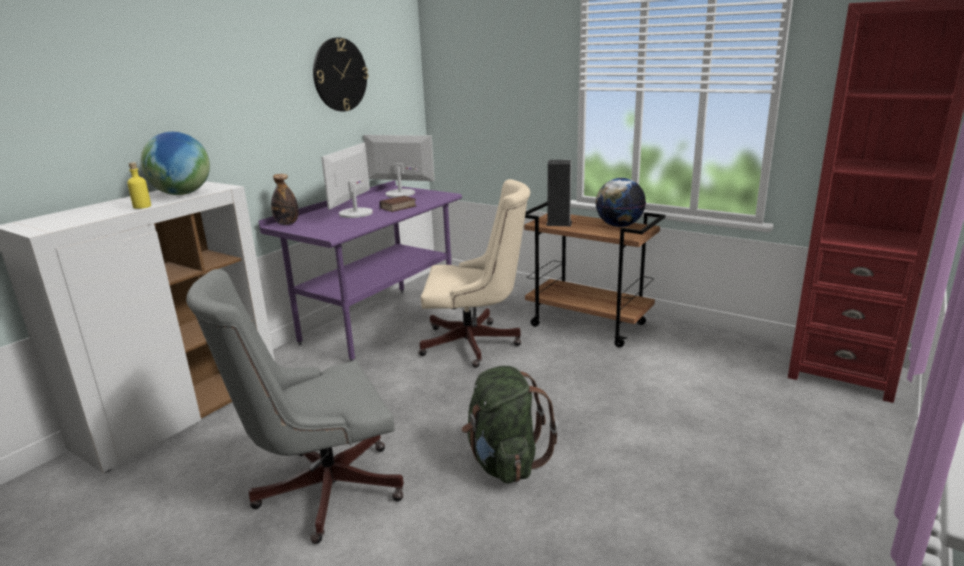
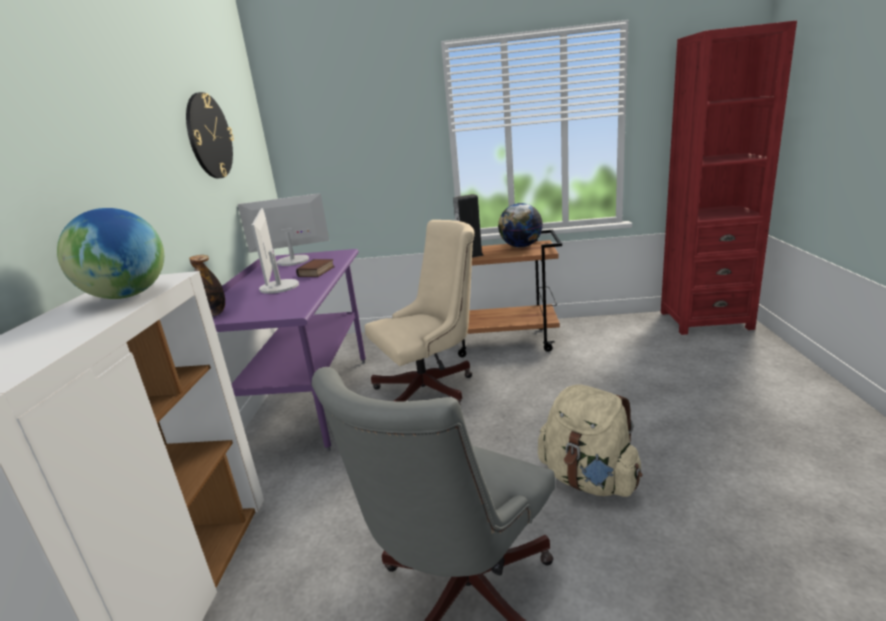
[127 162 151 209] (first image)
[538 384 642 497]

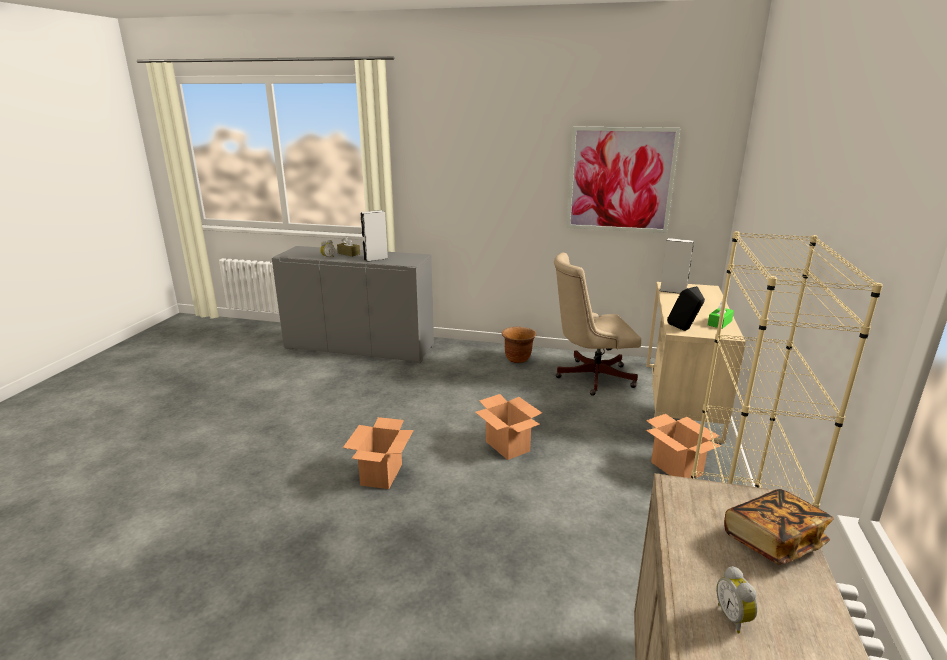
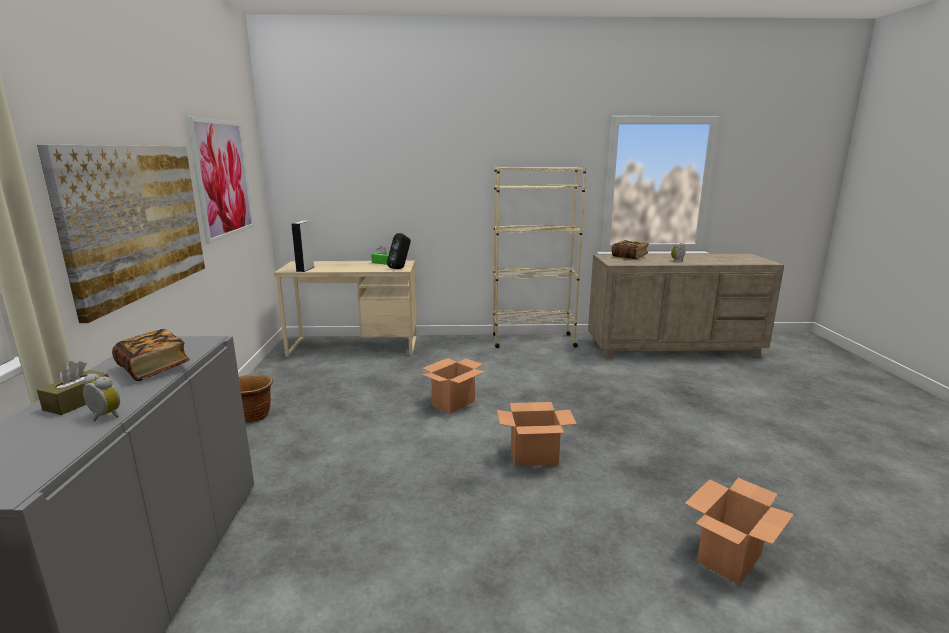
[112 329 190 381]
[554 253 641 396] (first image)
[684 478 794 585]
[37 145 205 323]

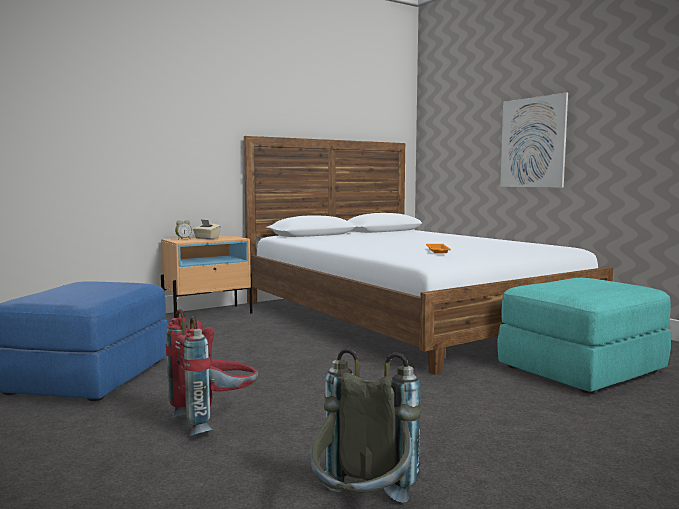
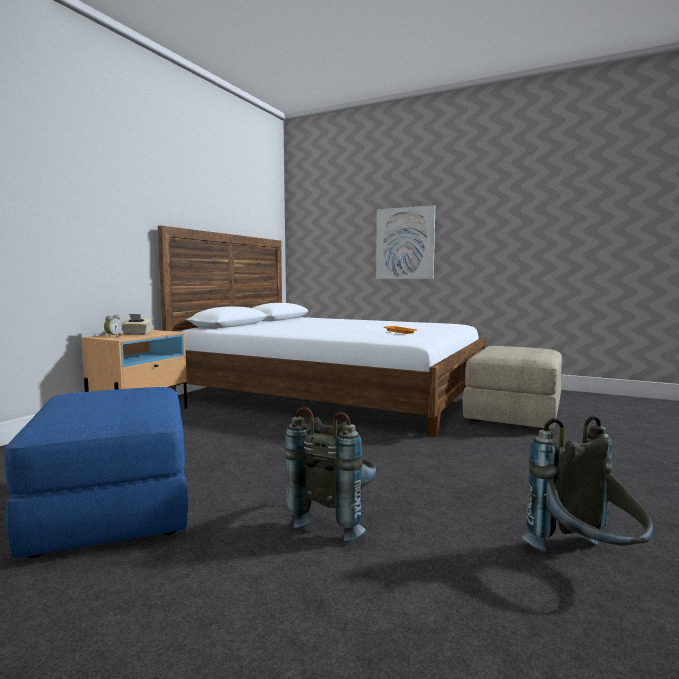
[463 346 562 430]
[285 407 376 541]

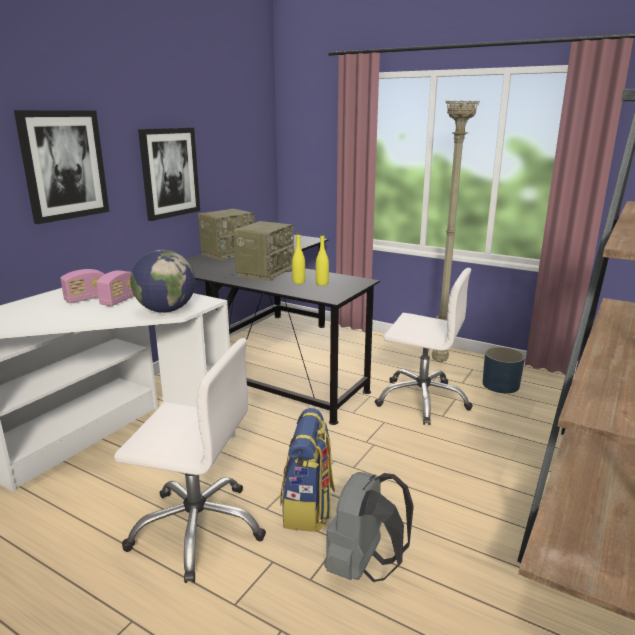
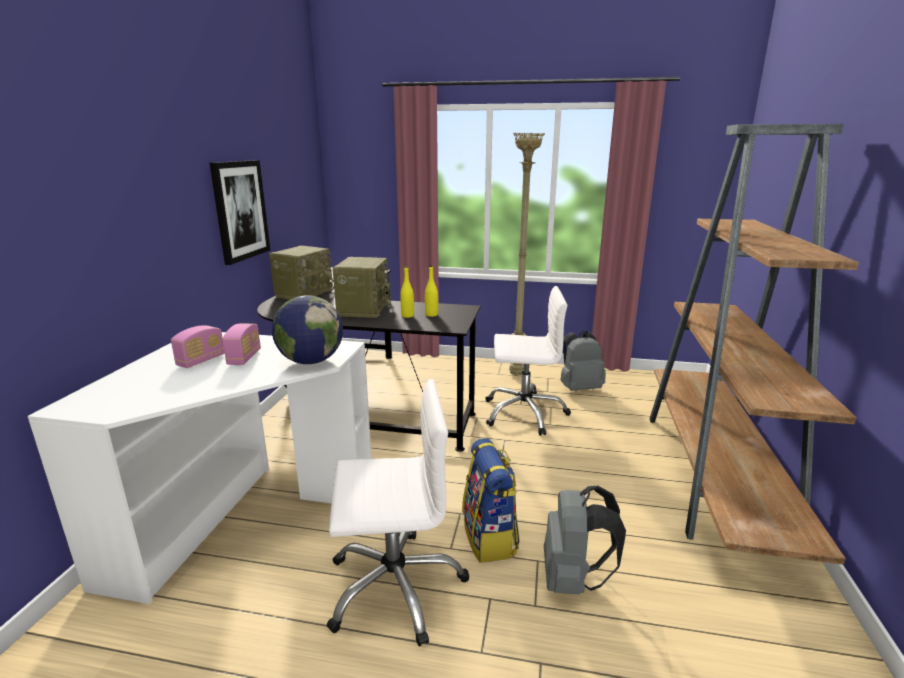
[14 110 109 224] (first image)
[560 331 606 391]

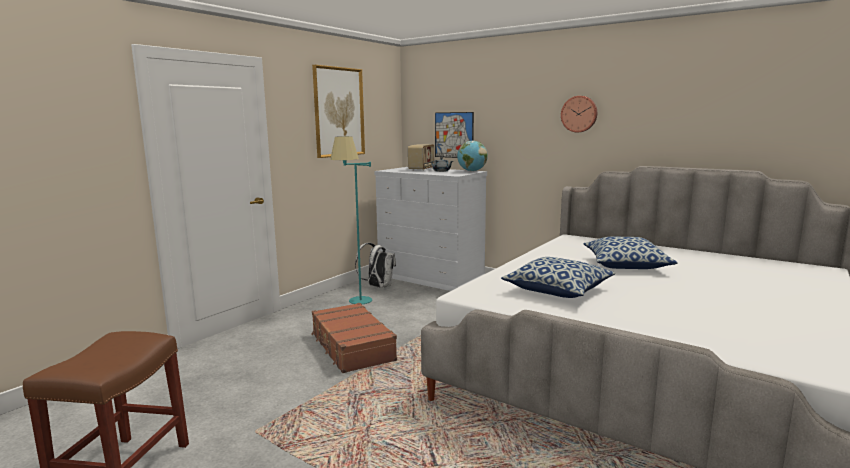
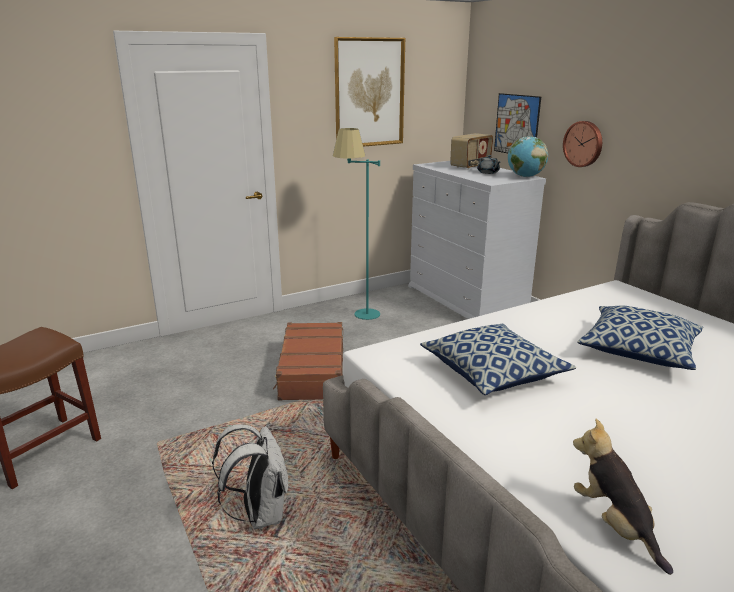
[563 121 602 167]
[212 424 288 529]
[573 419 673 575]

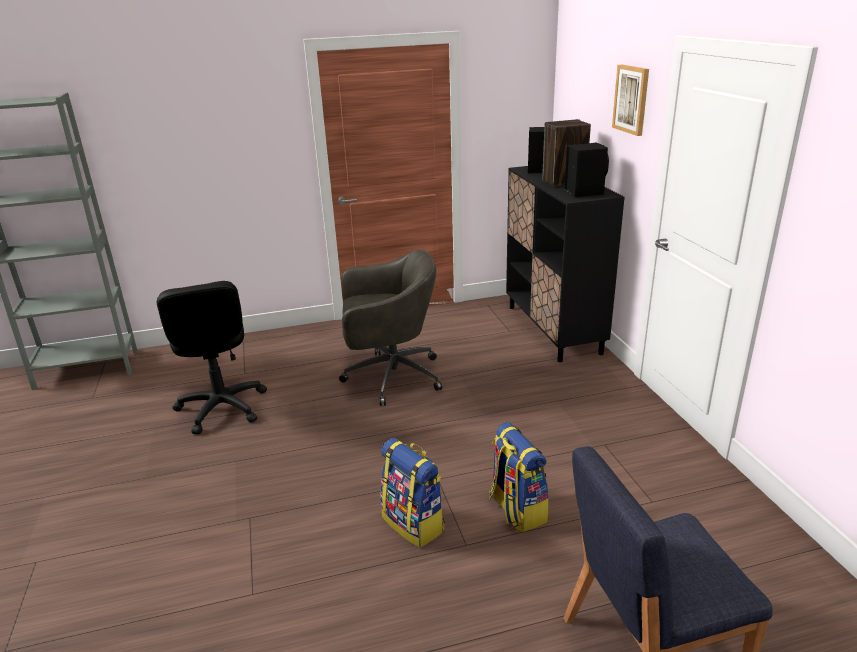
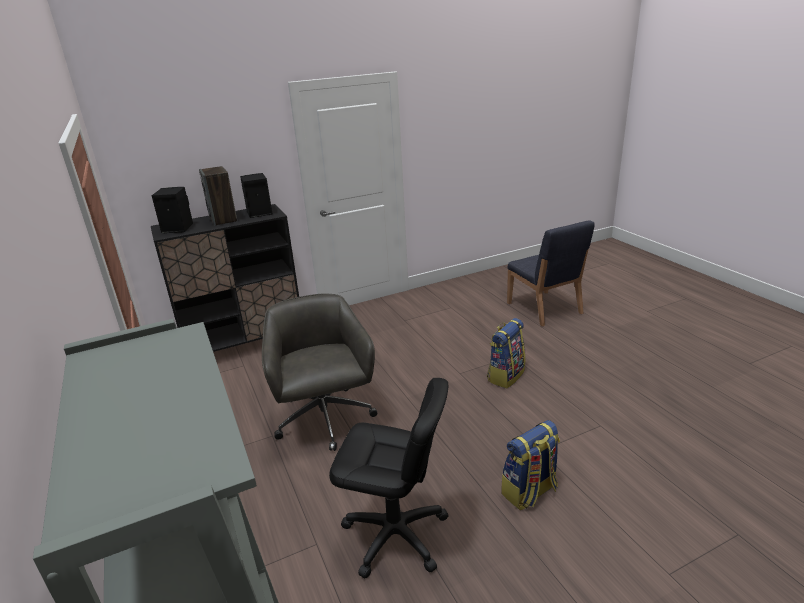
[612 65 649 136] (first image)
[329 378 449 578]
[501 420 560 510]

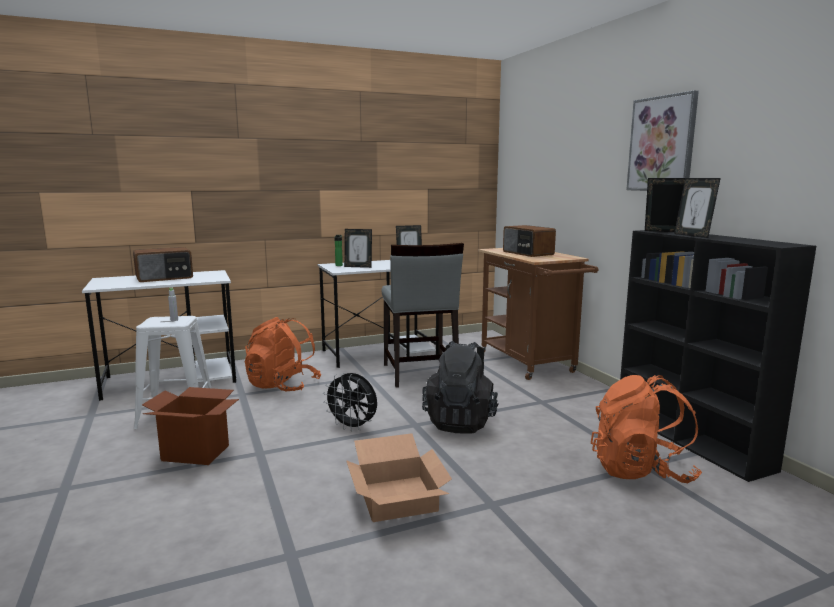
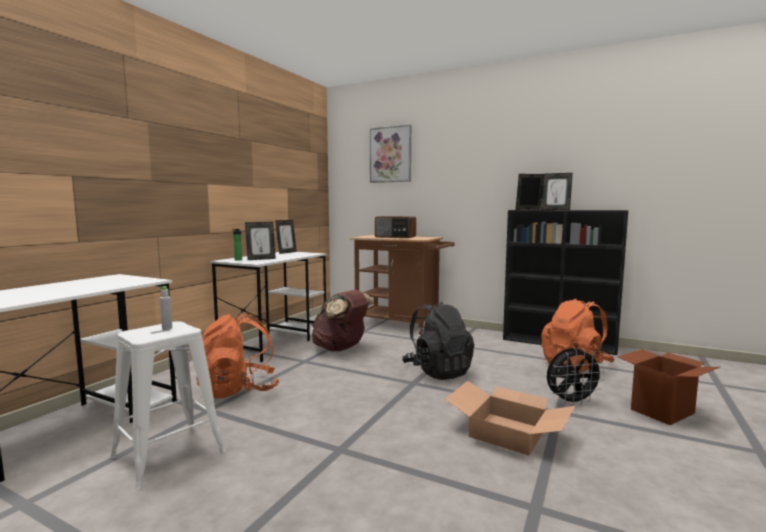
[370 125 411 183]
[312 290 374 351]
[133 247 193 282] (first image)
[547 348 605 406]
[618 349 720 425]

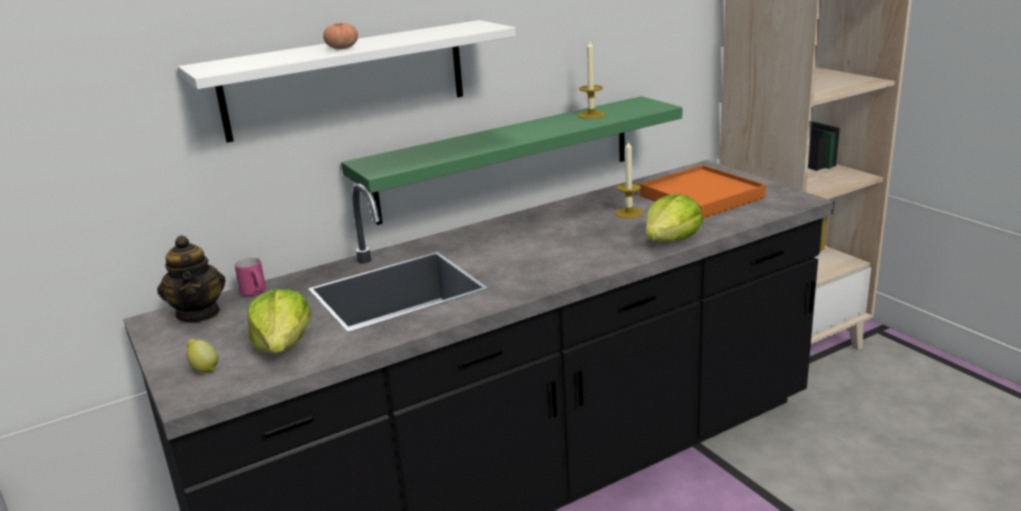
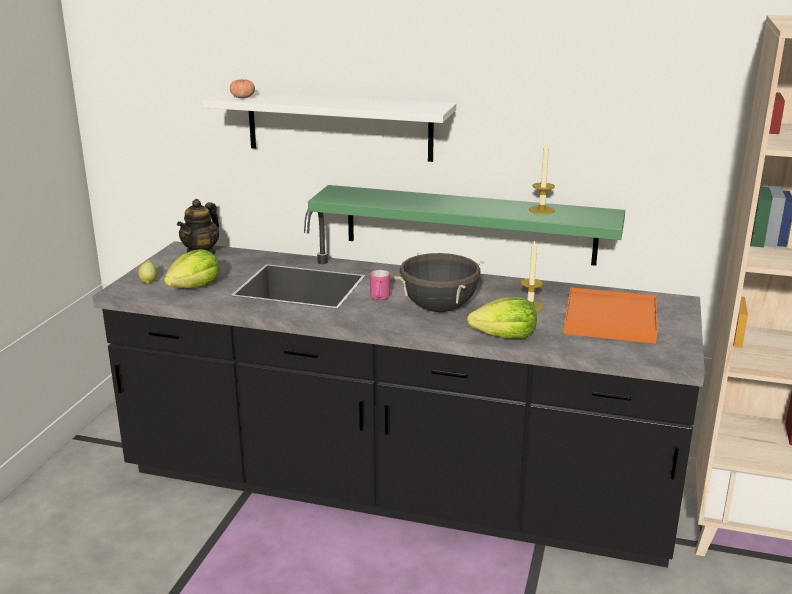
[230 79 255 98]
[370 270 390 300]
[394 253 484 312]

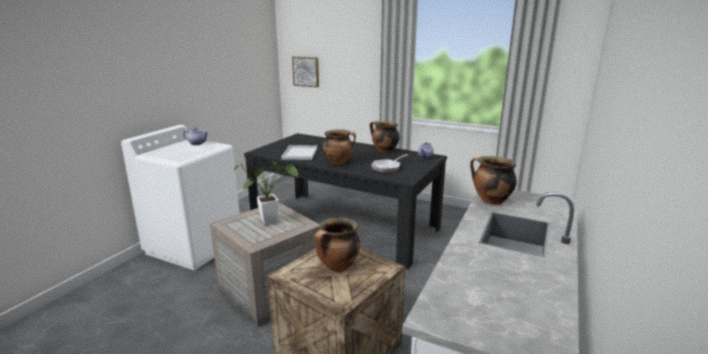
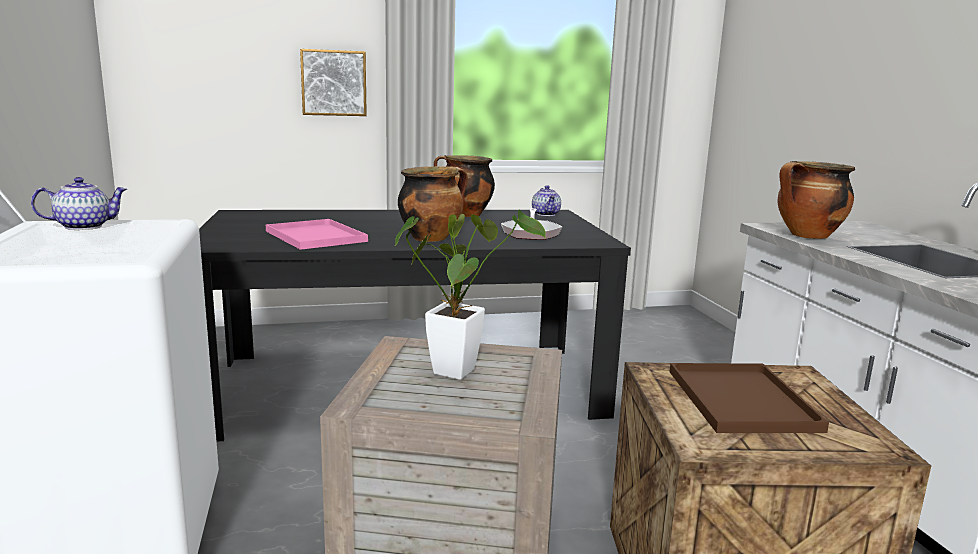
[300 49 367 116]
[266 219 368 250]
[669 363 829 433]

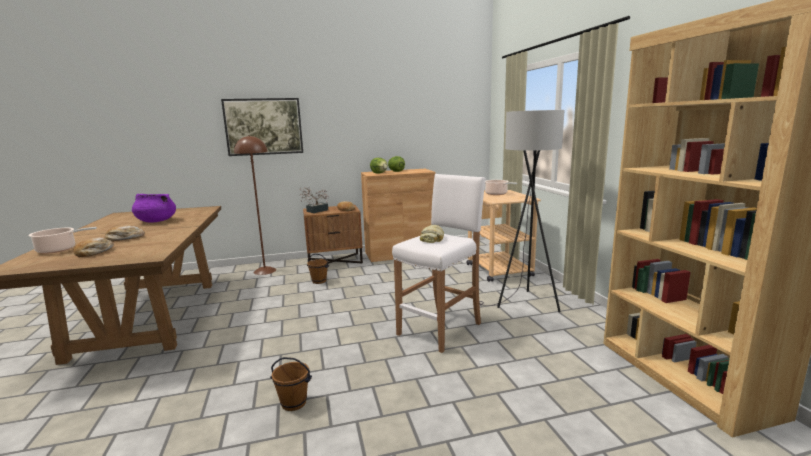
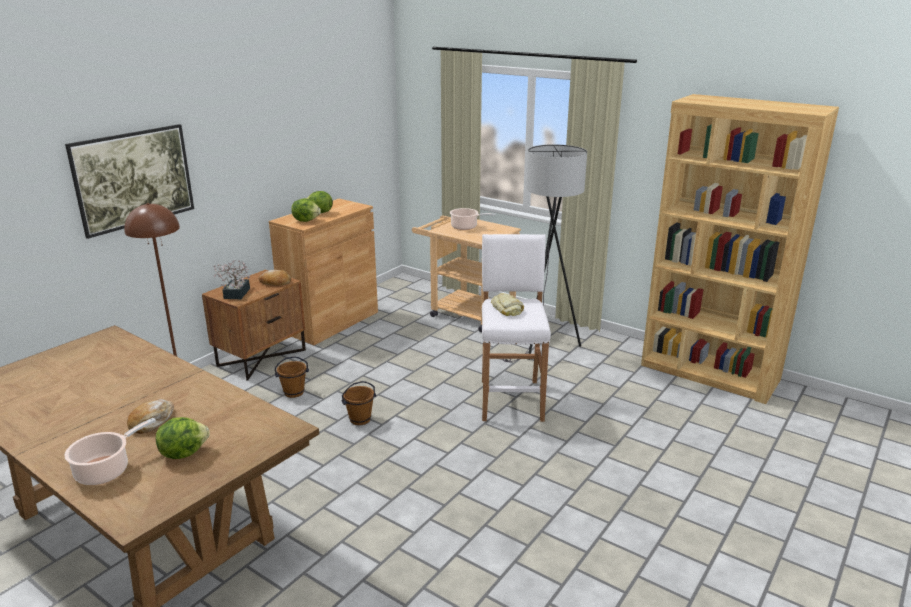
[132 194 176 223] (first image)
[156 417 210 459]
[341 381 376 425]

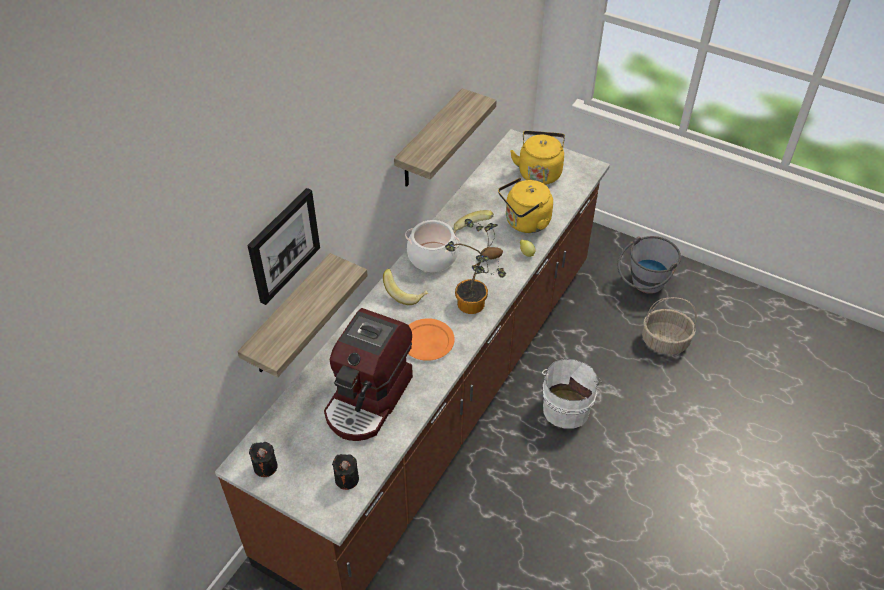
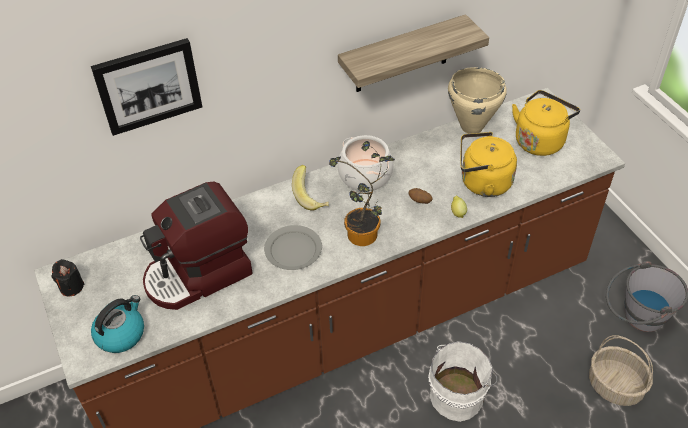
[453 210 494 234] (first image)
[237 253 368 377] (first image)
[264 225 322 270]
[91 295 144 353]
[448 67 507 134]

